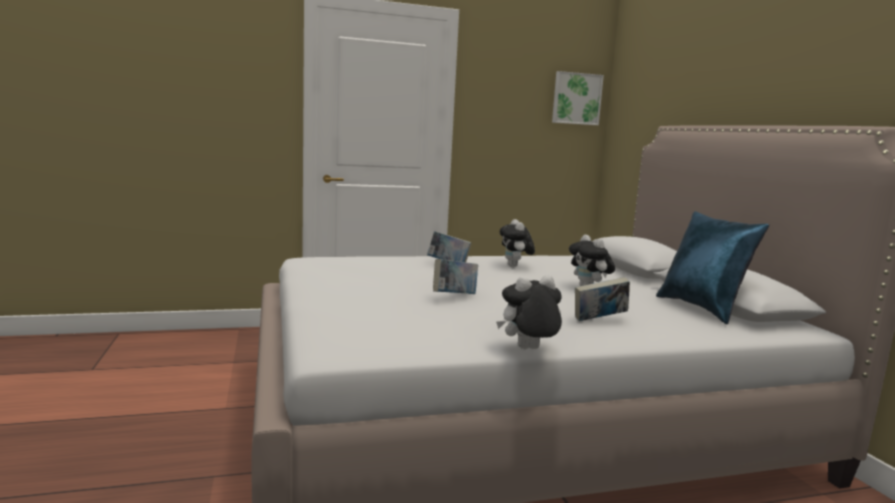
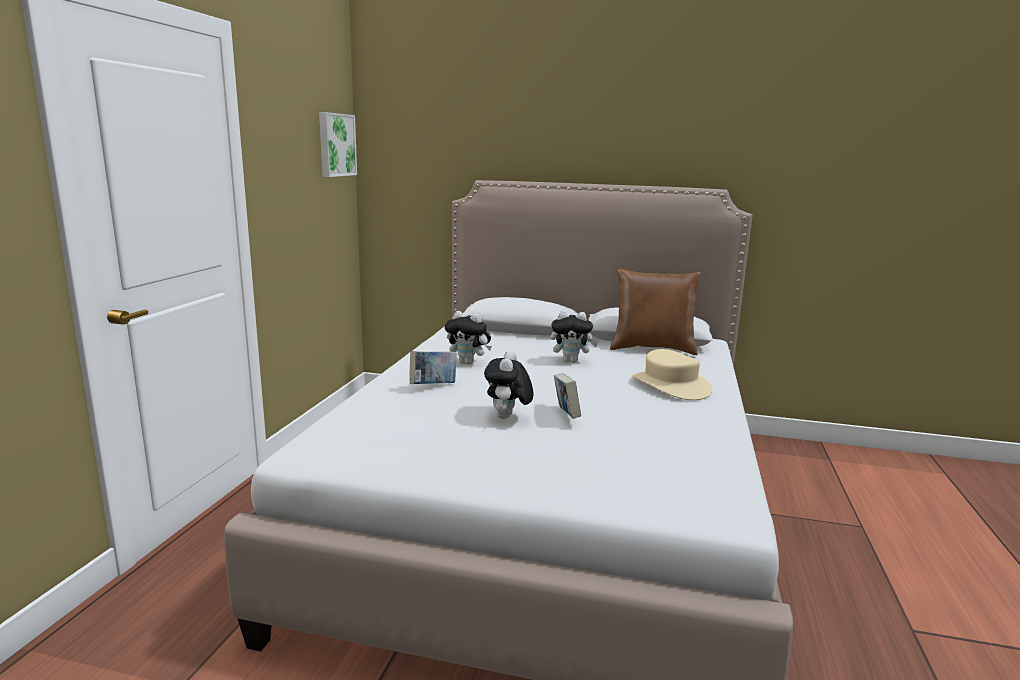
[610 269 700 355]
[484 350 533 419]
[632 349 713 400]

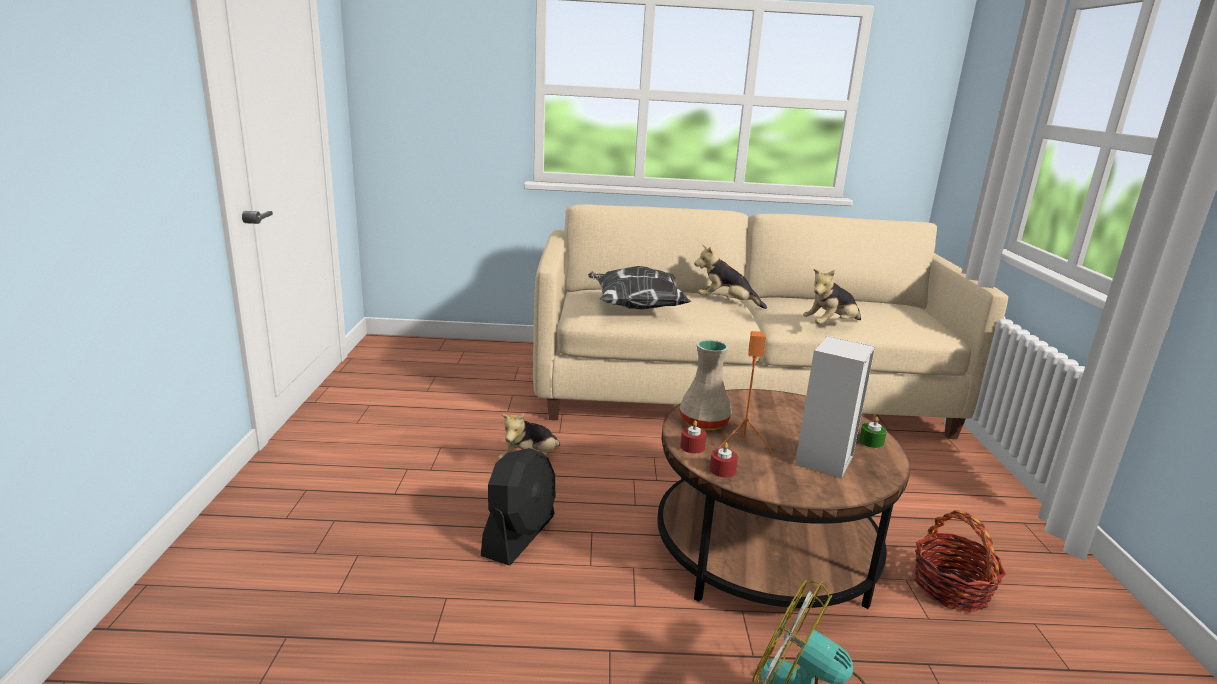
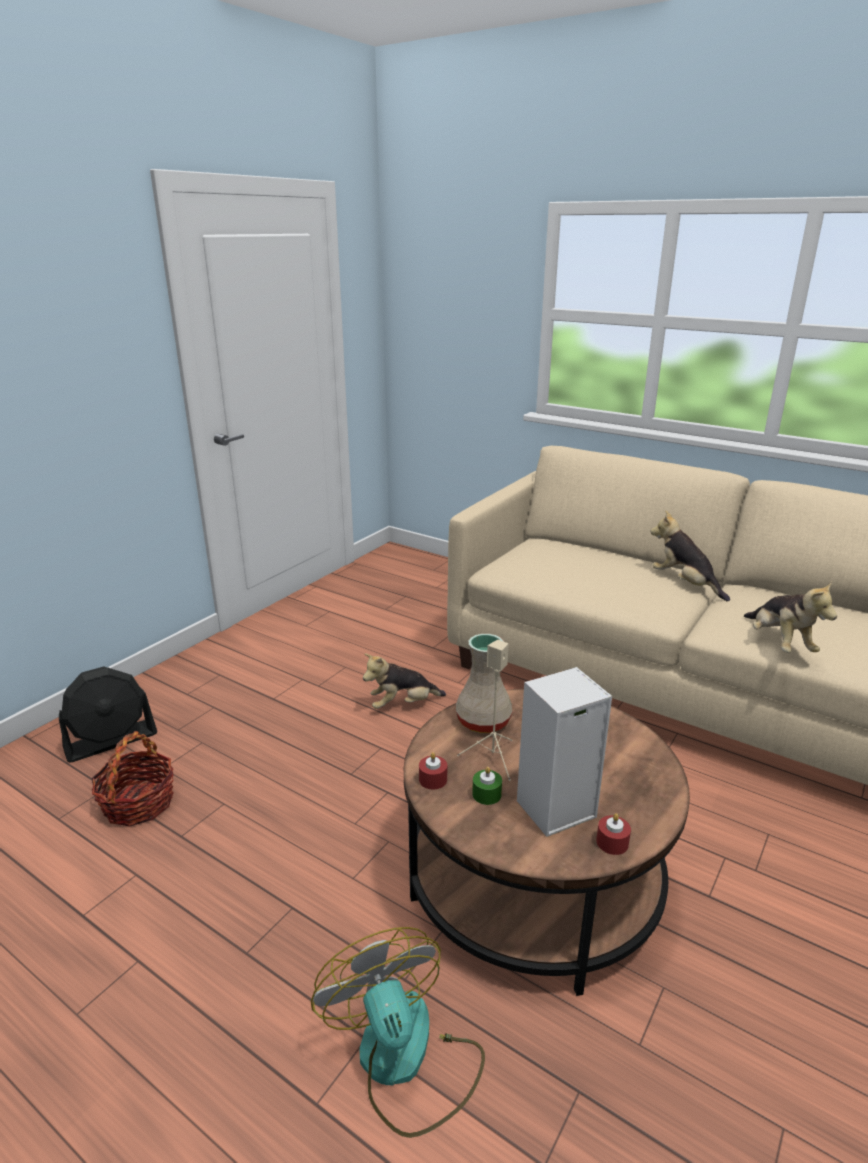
[588 266 692 310] (first image)
[744 582 837 652]
[457 640 512 781]
[472 767 502 805]
[596 813 631 855]
[59 666 157 762]
[92 731 174 827]

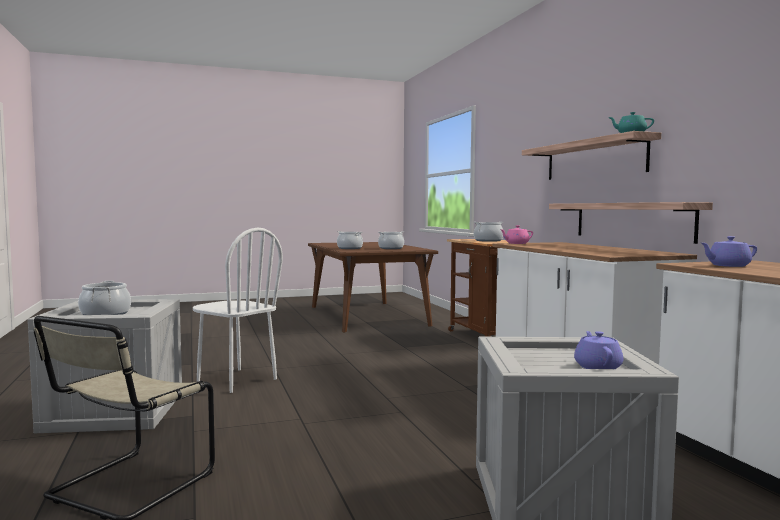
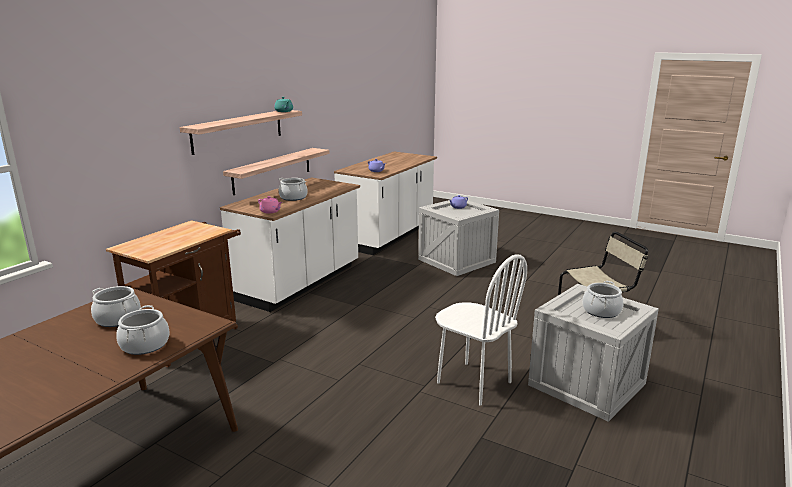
[279 178 308 201]
[435 254 527 406]

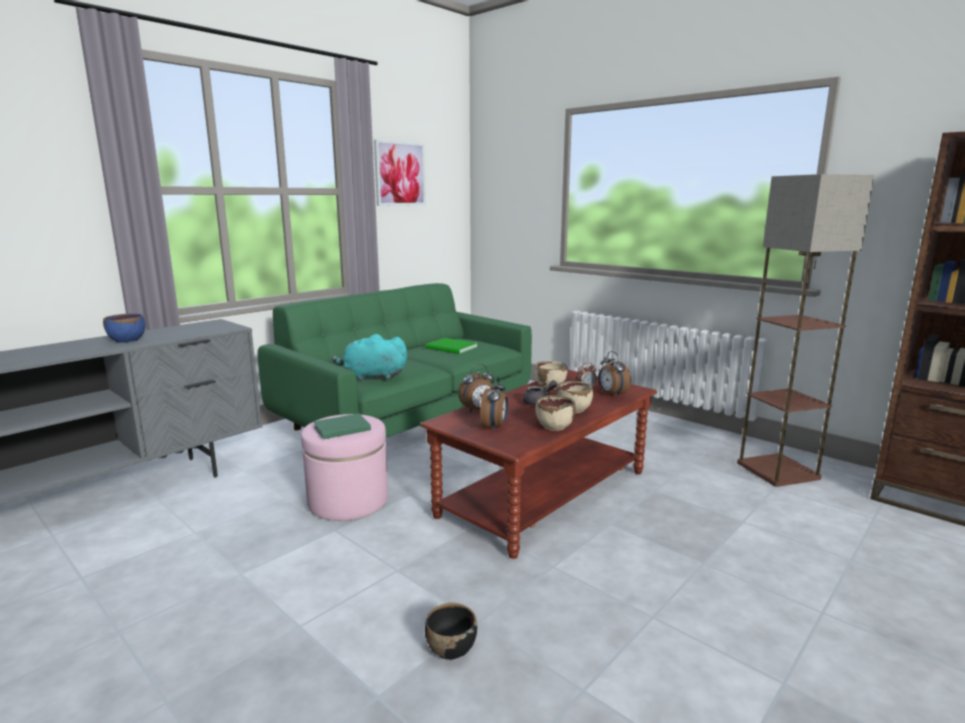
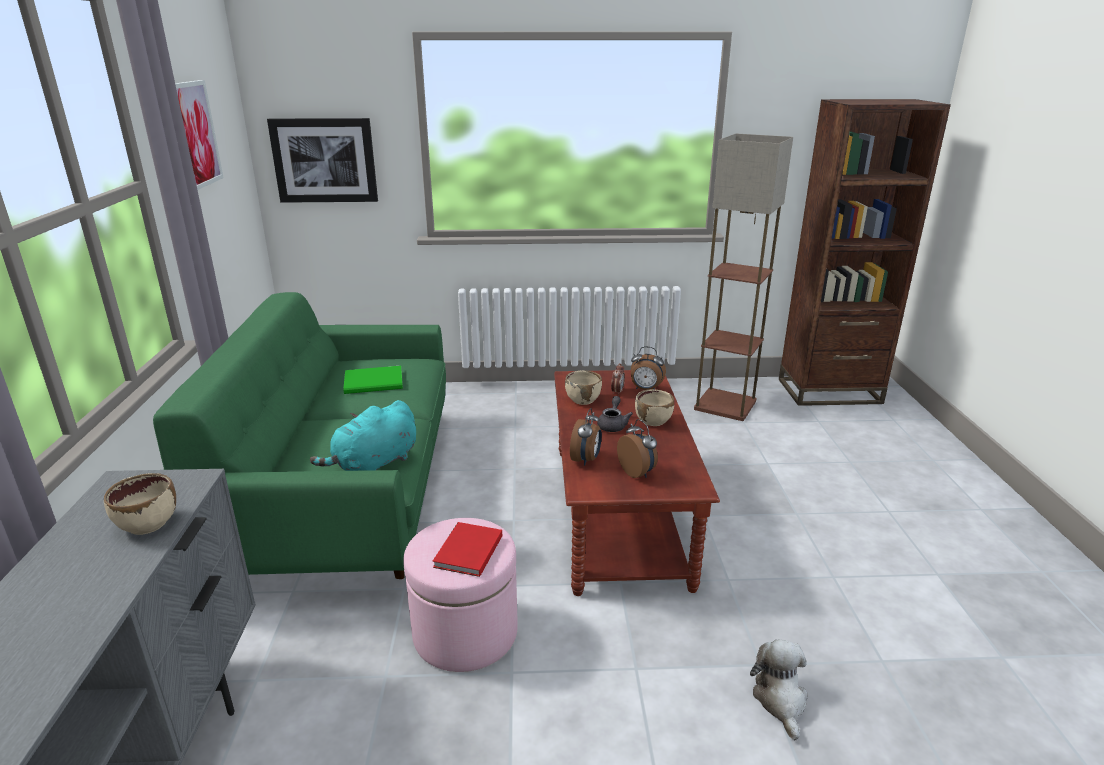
[103 313 145 343] (first image)
[104 473 176 535]
[432 522 502 577]
[750 640 808 741]
[267 118 378 203]

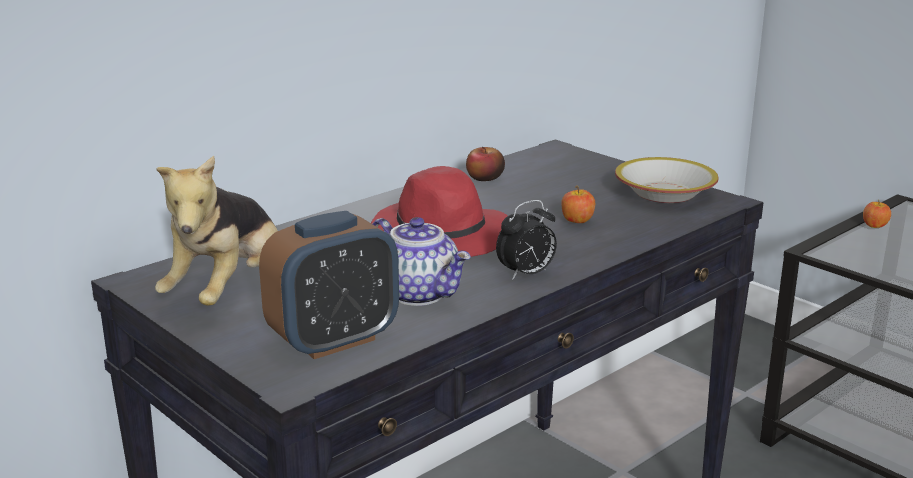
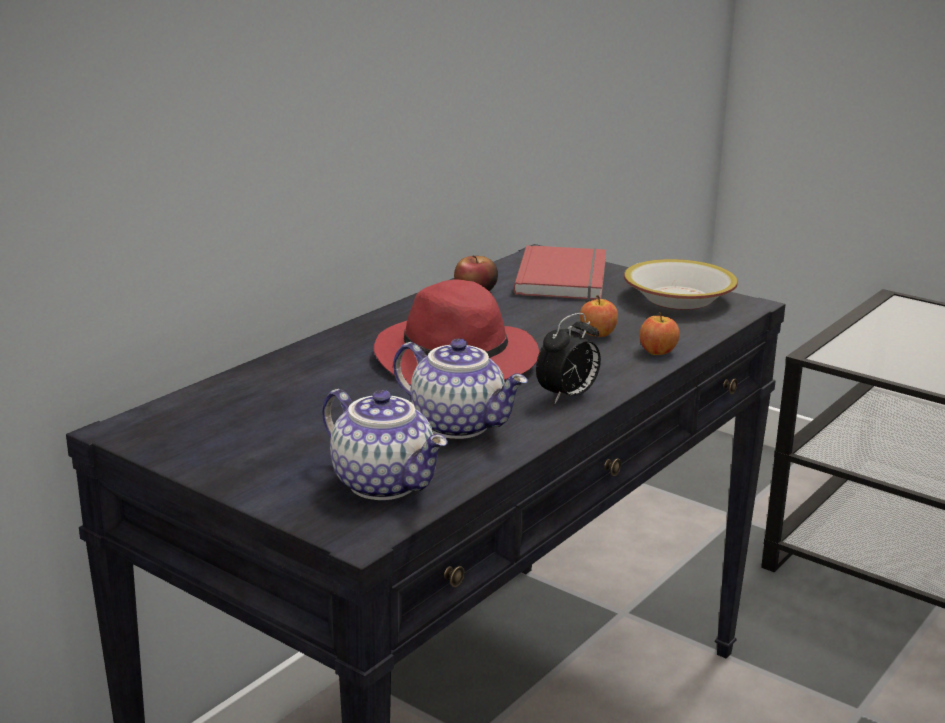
[155 156 278 306] (first image)
[639 313 680 355]
[322 389 448 500]
[514 245 606 300]

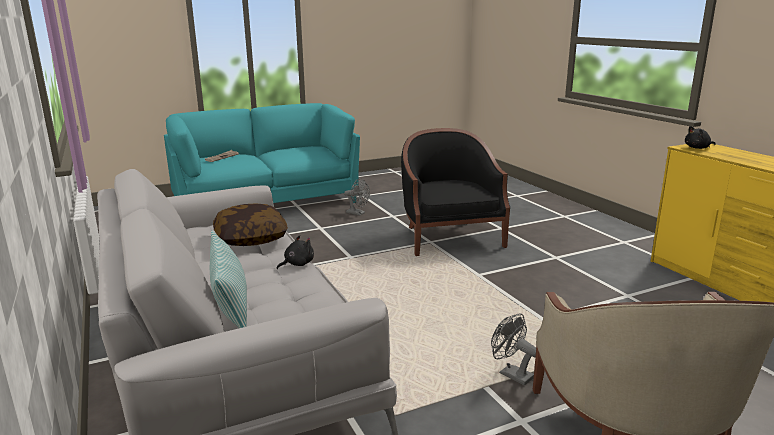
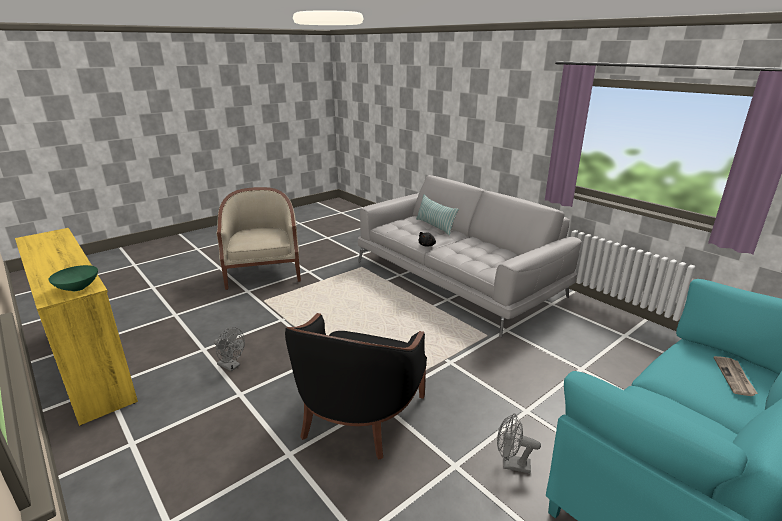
[48 265 98 291]
[285 313 427 460]
[213 203 288 246] (first image)
[214 327 245 371]

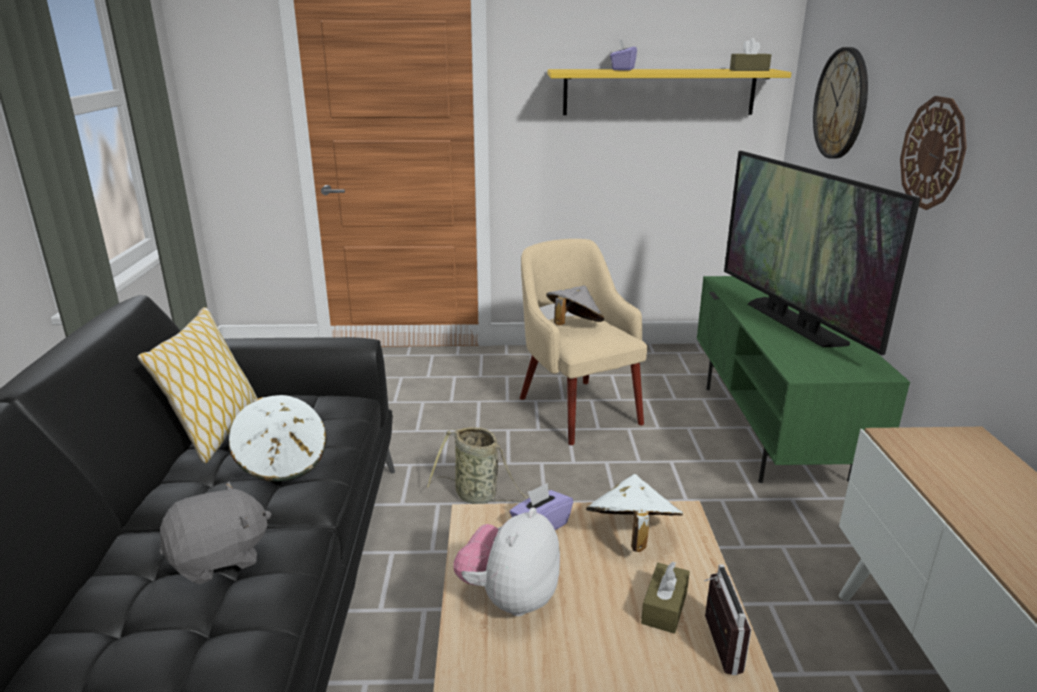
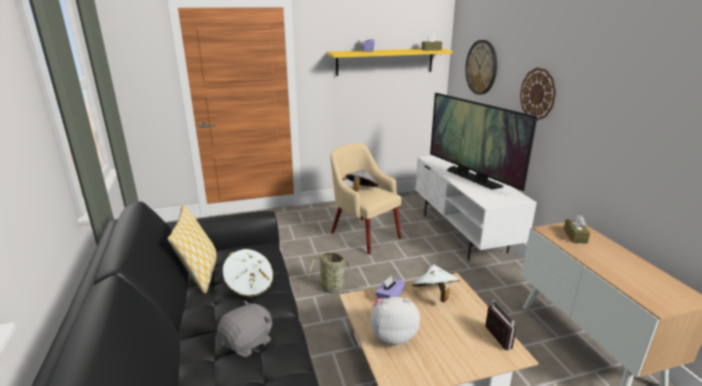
[415 156 537 260]
[370 297 420 345]
[564 215 590 244]

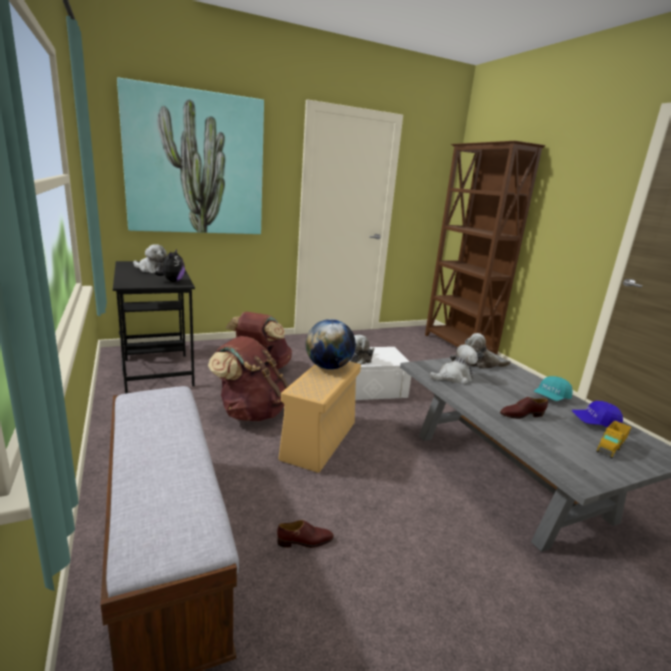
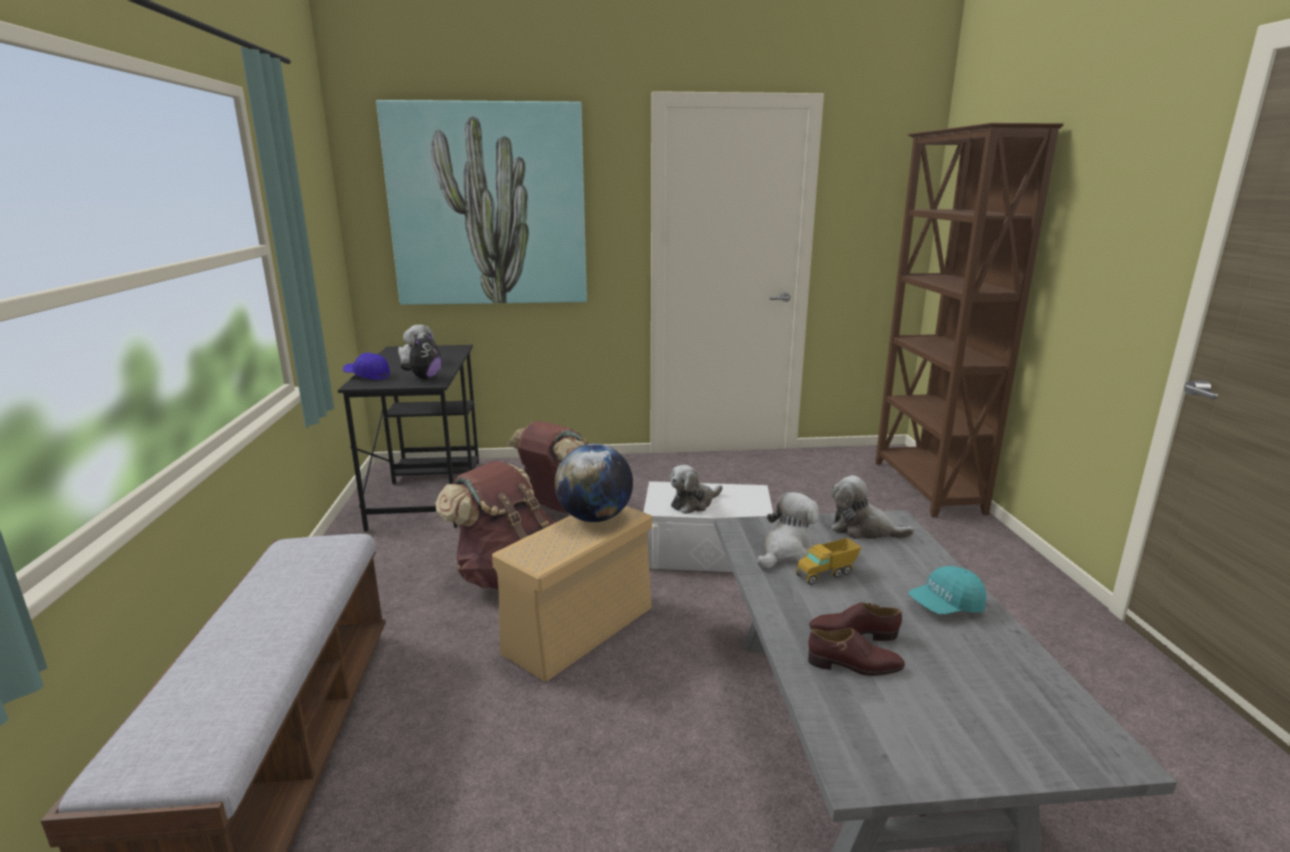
[757 492 819 569]
[343 353 390 380]
[795 538 862 585]
[808 628 905 676]

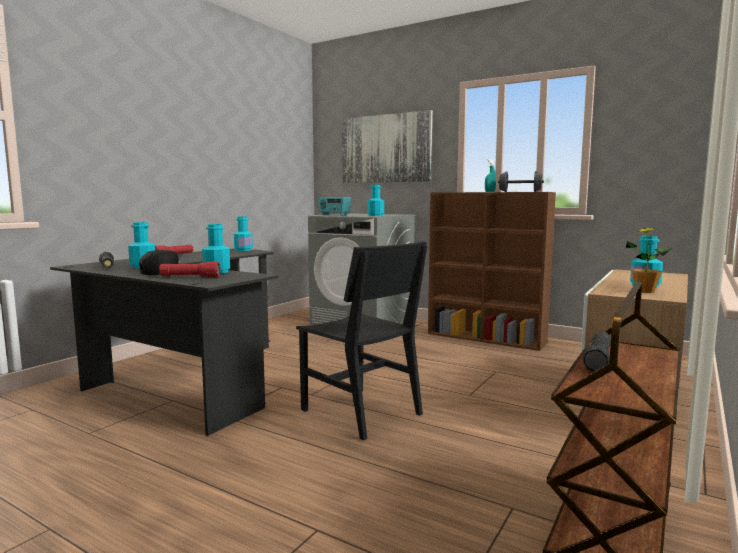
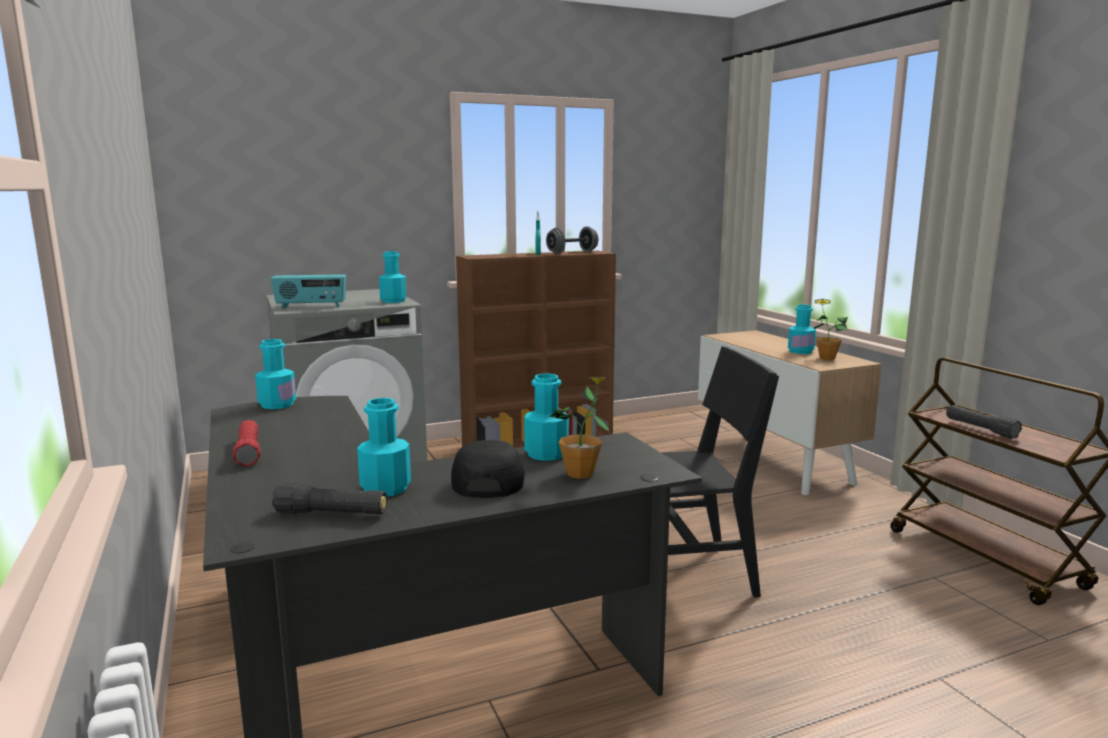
[342 110 433 183] (first image)
[549 378 609 479]

